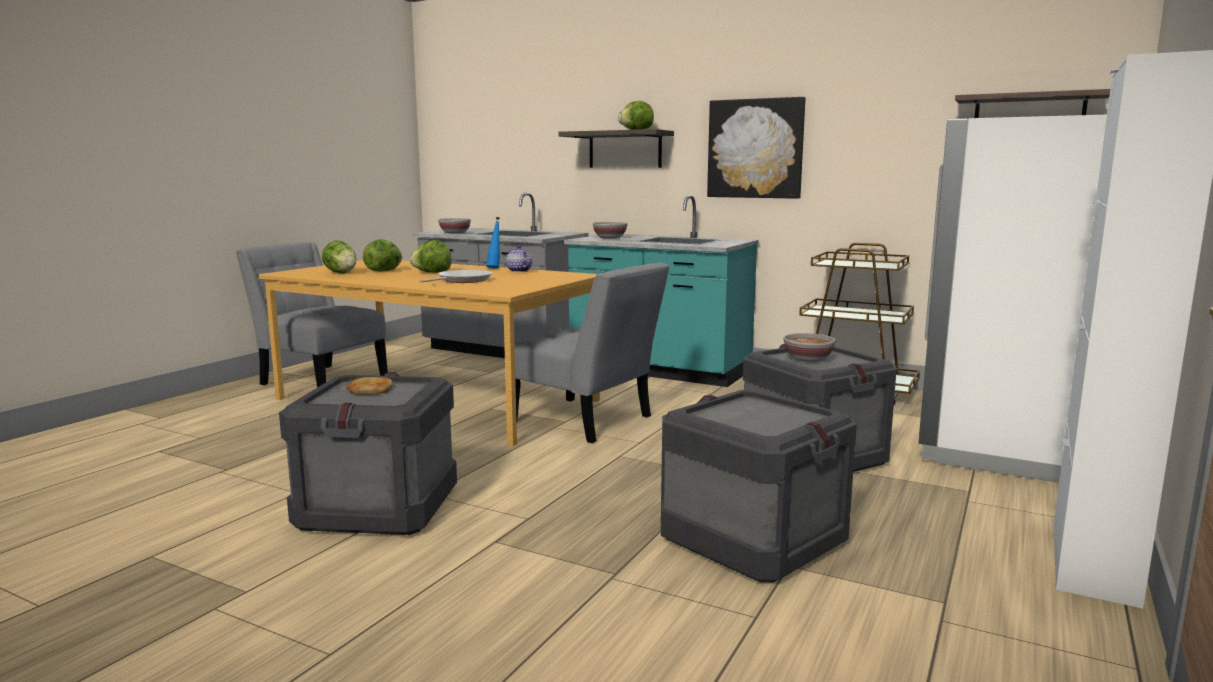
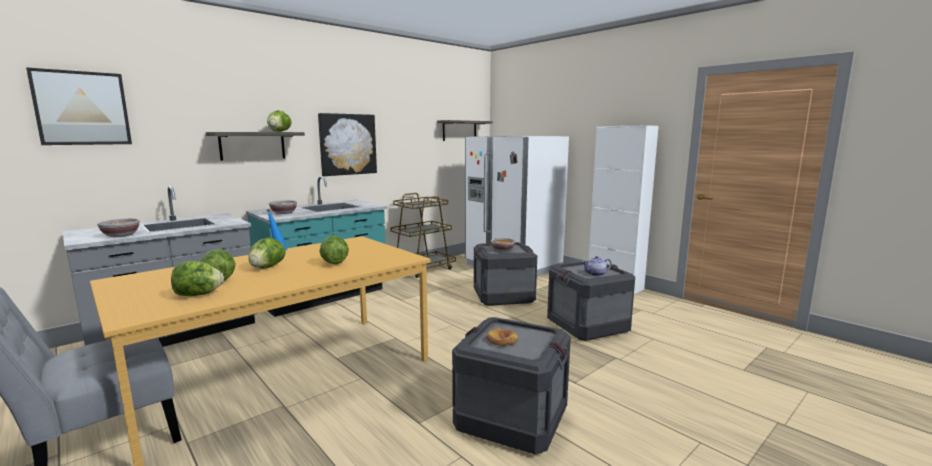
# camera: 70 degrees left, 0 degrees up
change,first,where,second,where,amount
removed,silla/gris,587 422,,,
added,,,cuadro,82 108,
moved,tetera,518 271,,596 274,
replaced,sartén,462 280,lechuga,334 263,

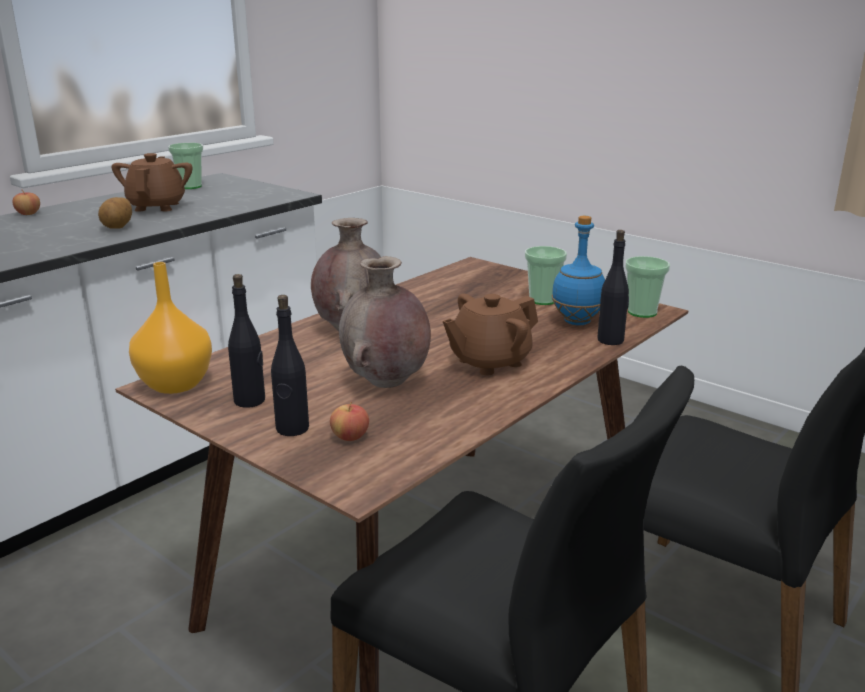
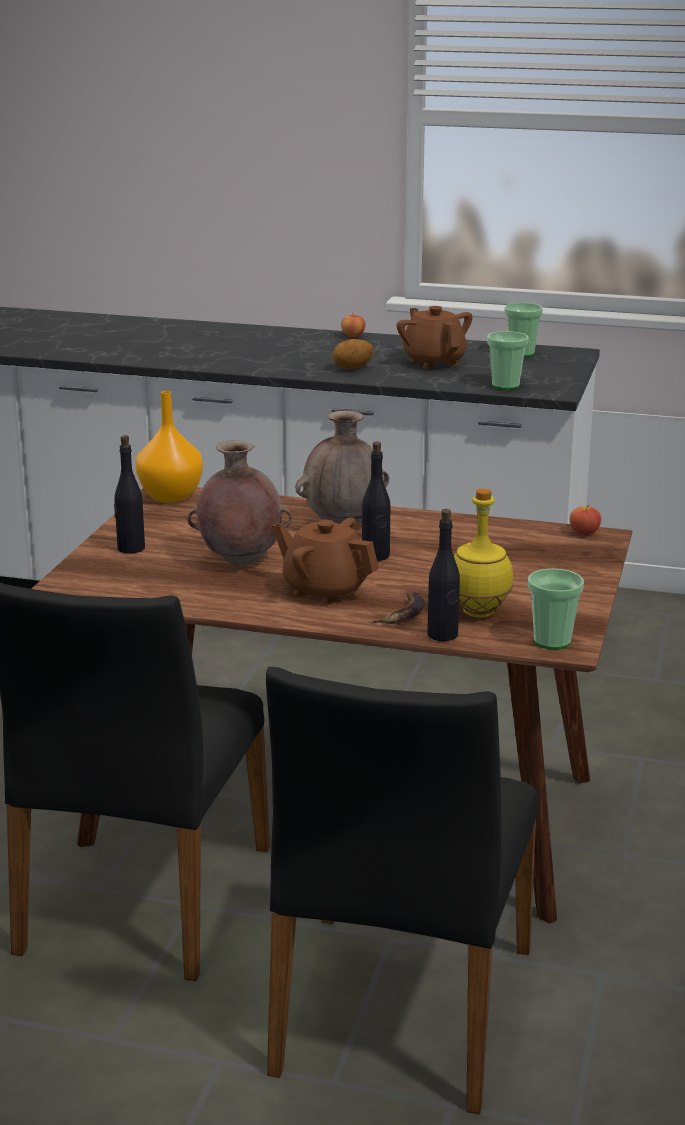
# camera: 65 degrees right, 0 degrees up
change,first,where,second,where,amount
added,,,plátano,402 614,
moved,botella/negro,250 401,,376 556,
moved,manzana,350 437,,584 532,
moved,taza,543 300,,505 385,
recoloured,botella/azul,577 321,botella/amarillo,480 612,
turned,tetera/marrón,157 206,,434 362,90 degrees counterclockwise

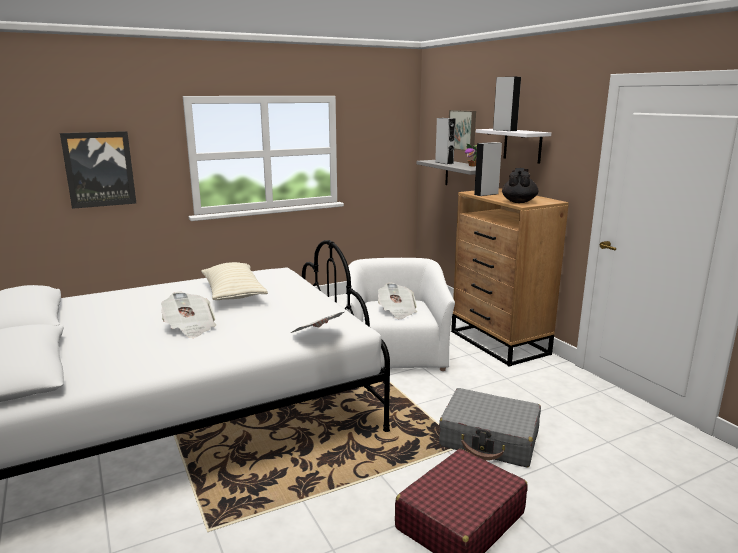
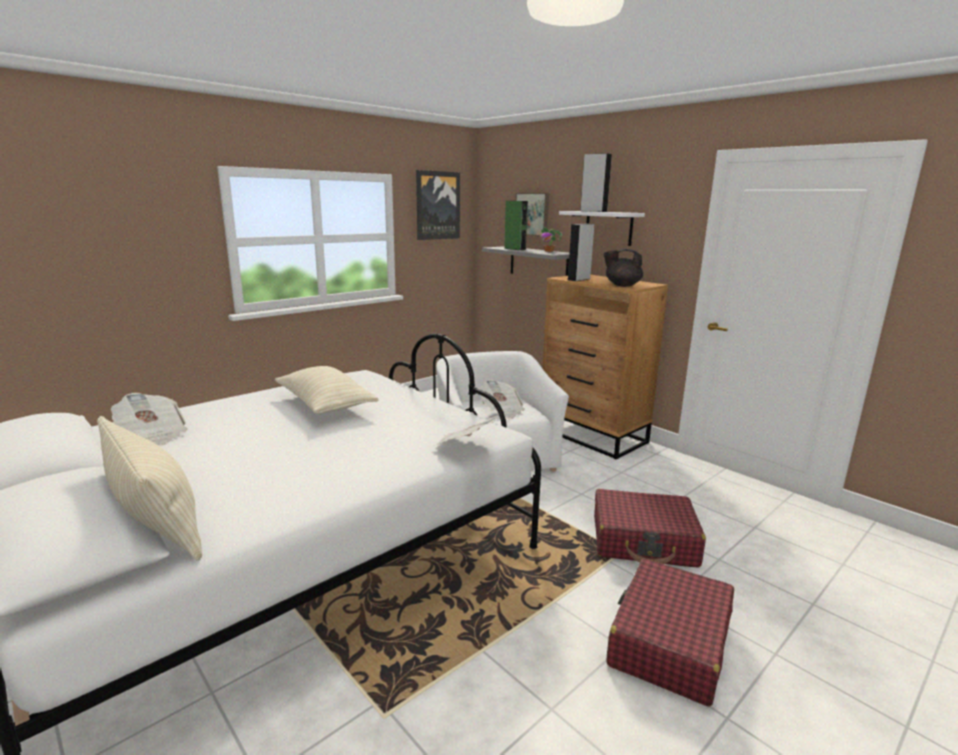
# camera: 15 degrees left, 0 degrees up
change,first,where,second,where,amount
added,,,cojín/beis,156 524,
moved,cuadro,99 169,,437 205,
moved,periódico,190 328,,152 435,
recoloured,altavoz/gris,444 163,altavoz/verde,515 249,
recoloured,maleta/gris,489 439,maleta/rojo,644 541,
turned,tetera/negro,519 202,,622 285,75 degrees counterclockwise

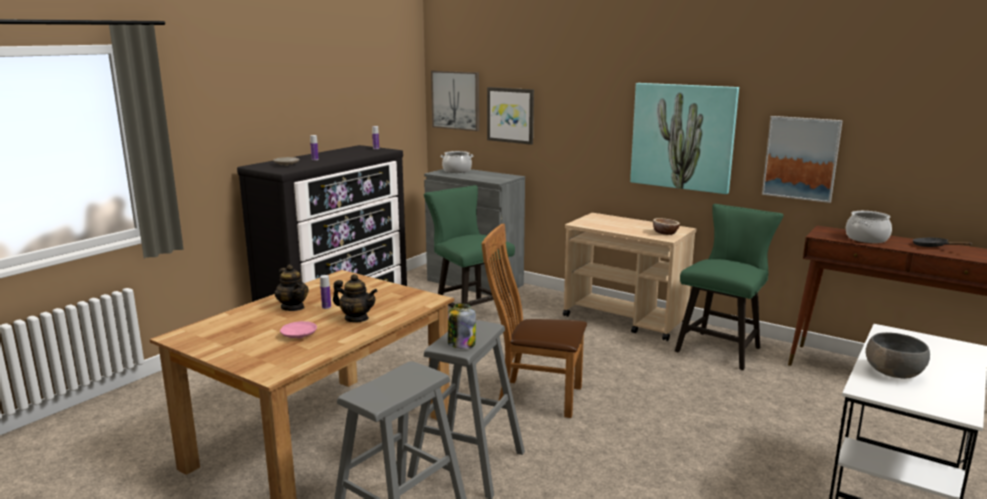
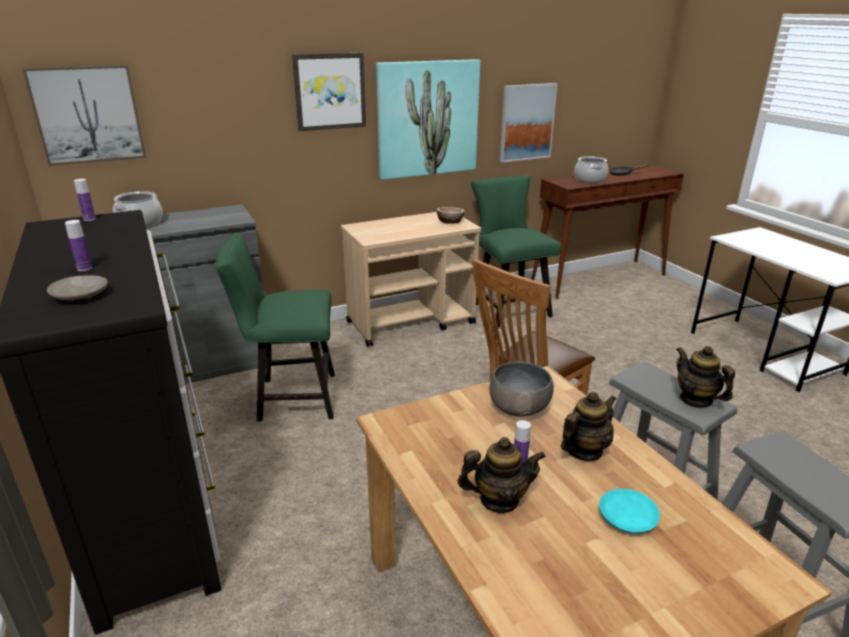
# camera: 60 degrees left, 10 degrees up
change,first,where,second,where,amount
moved,cuadro,510 115,,330 91,
moved,cuenco/gris,893 373,,518 408,
replaced,tarro,461 344,tetera,695 400,
recoloured,plato/rosa,298 335,plato/turquesa,626 518,

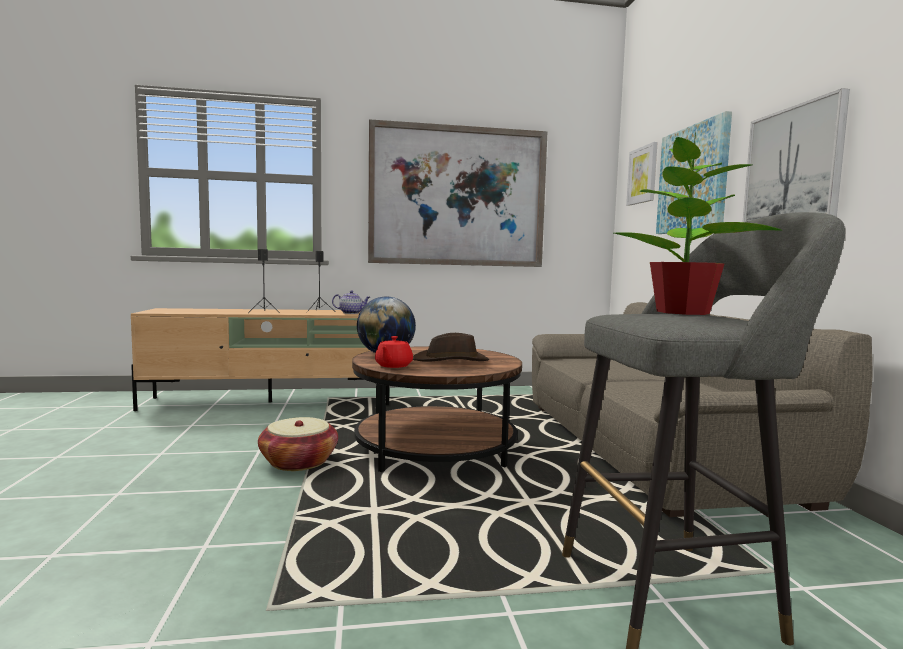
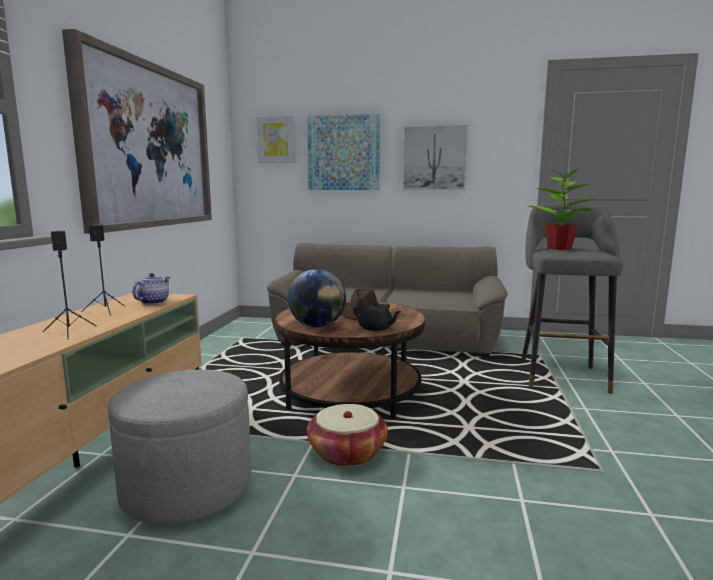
# camera: 70 degrees left, 5 degrees up
change,first,where,second,where,amount
added,,,puf/gris,187 487,
recoloured,tetera/rojo,393 366,tetera/negro,376 328,

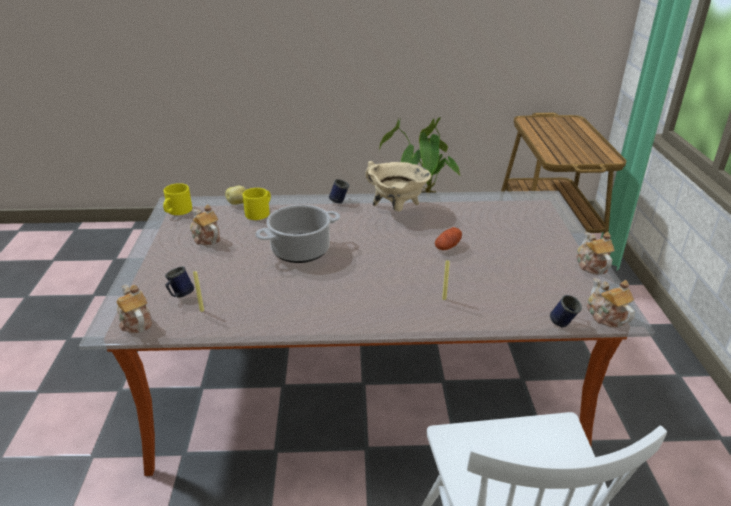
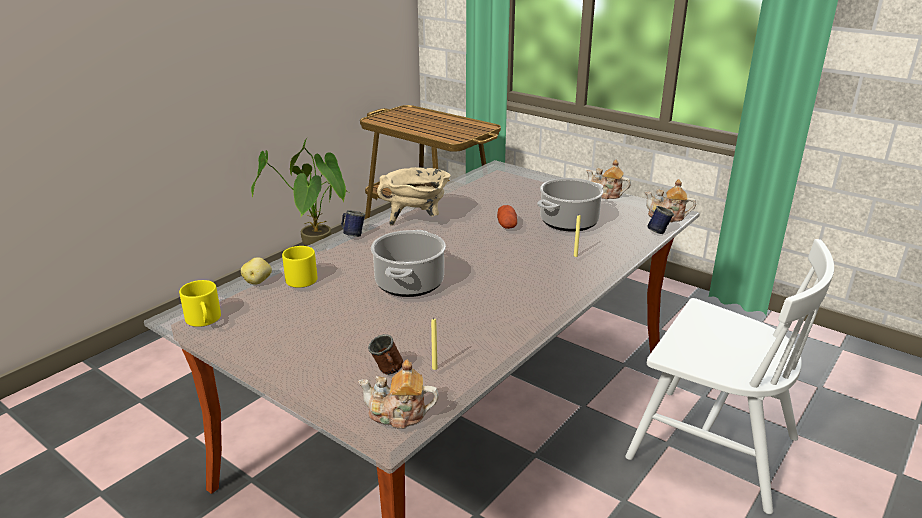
# camera: 50 degrees left, 5 degrees down
change,first,where,second,where,amount
removed,tetera,206 238,,,
added,,,olla,569 222,
recoloured,taza grande/azul,180 295,taza grande/marrón,388 372,

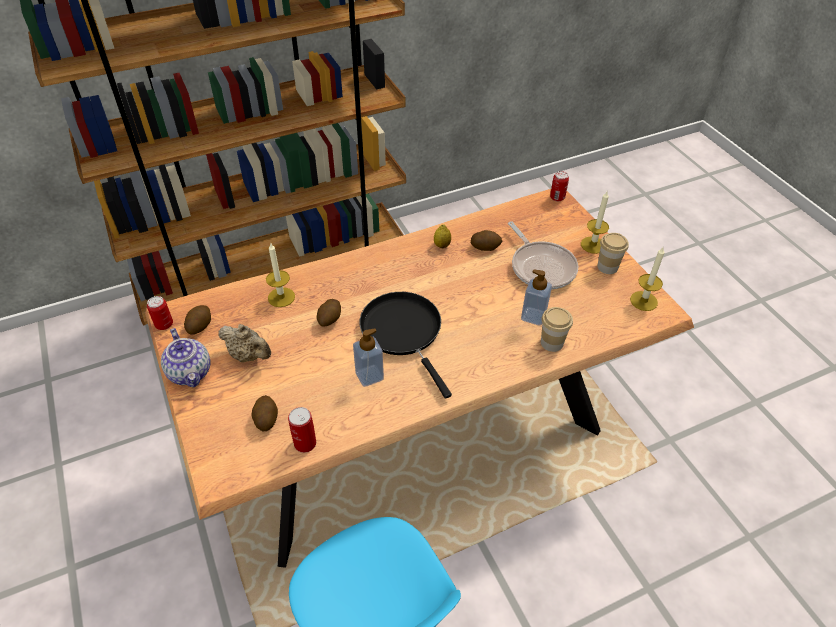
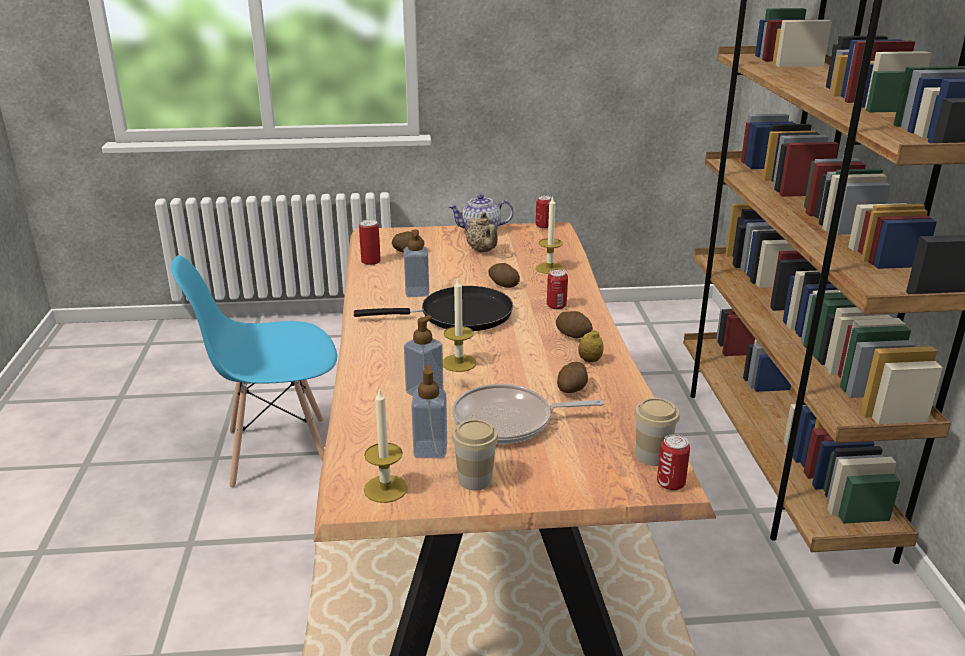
# camera: 110 degrees right, 20 degrees down
change,first,where,second,where,amount
added,,,dispensador de jabón,430 450,
added,,,lata,556 306,
moved,patata,199 325,,573 335,
moved,taza,552 343,,652 456,
moved,vela,593 245,,459 363,
turned,tetera/beis,249 355,,483 251,75 degrees counterclockwise

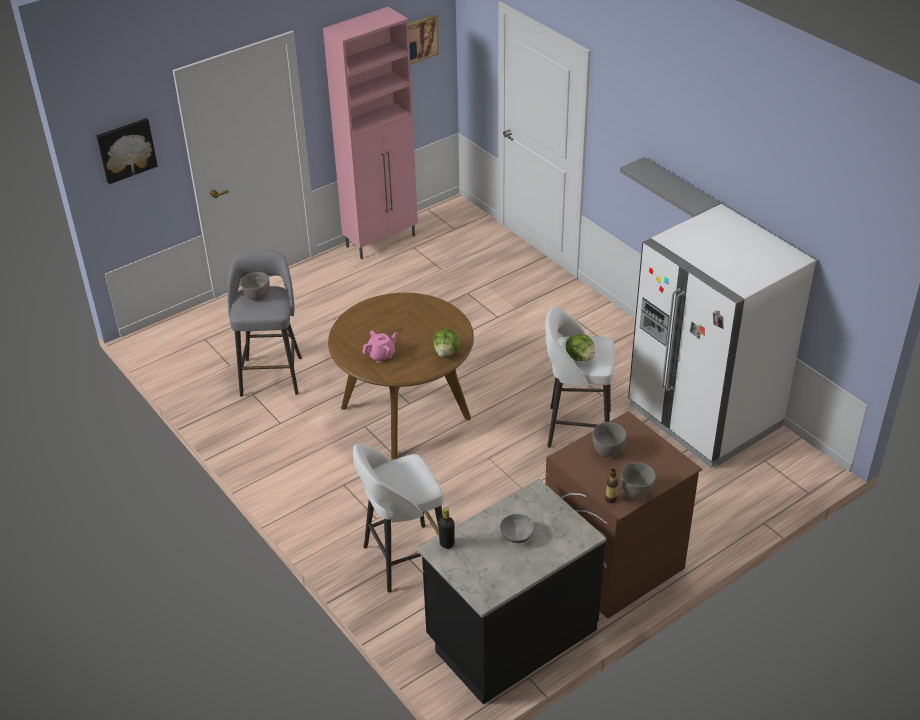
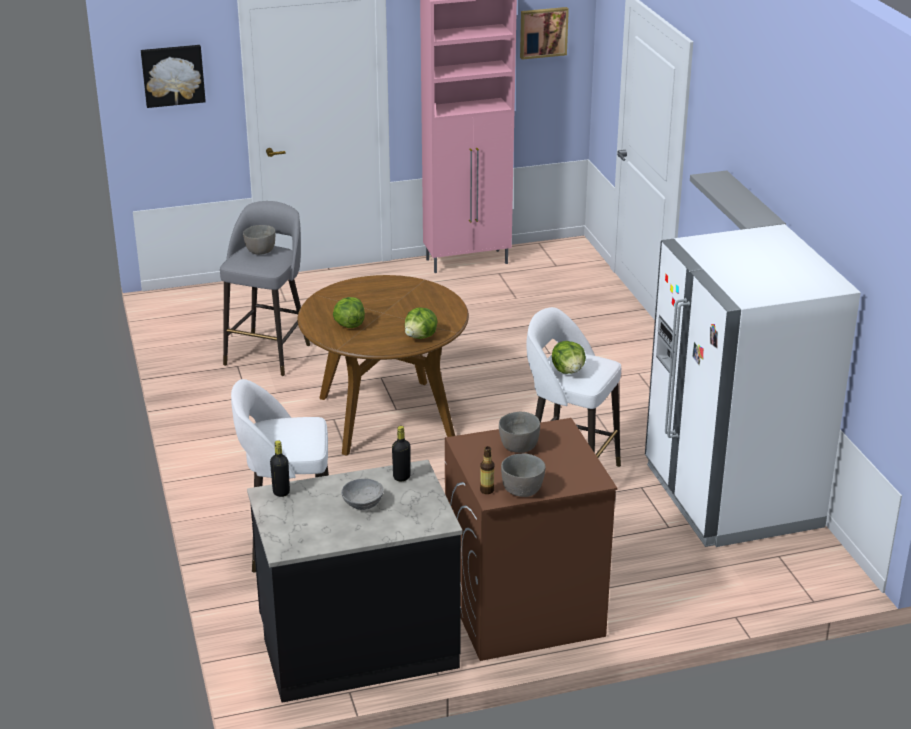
# camera: 20 degrees right, 10 degrees down
change,first,where,second,where,amount
added,,,botella/negro,401 477,
replaced,tetera/rosa,381 355,lechuga,349 325,

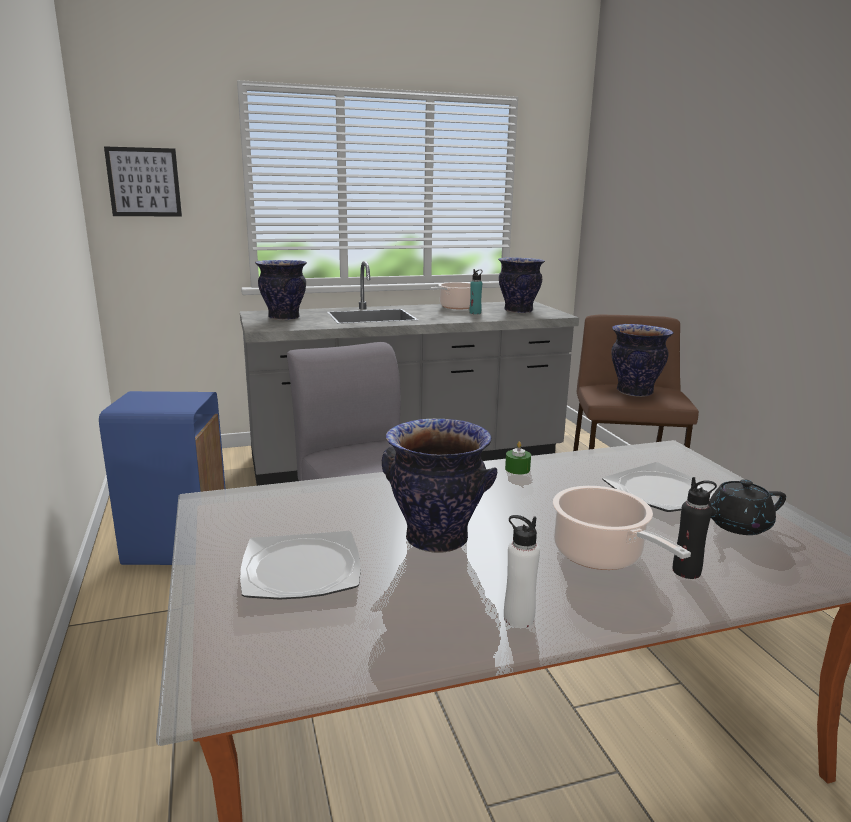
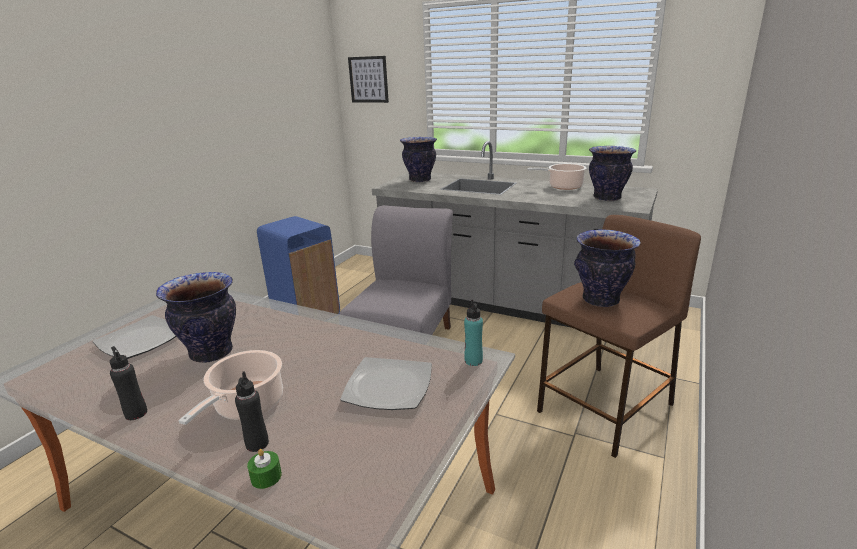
# camera: 45 degrees right, 5 degrees up
change,first,where,second,where,amount
removed,tetera/negro,736 525,,,
moved,botella/turquesa,475 313,,473 361,
moved,vela/verde,517 469,,266 477,
recoloured,botella/blanco,518 618,botella/negro,136 413,

